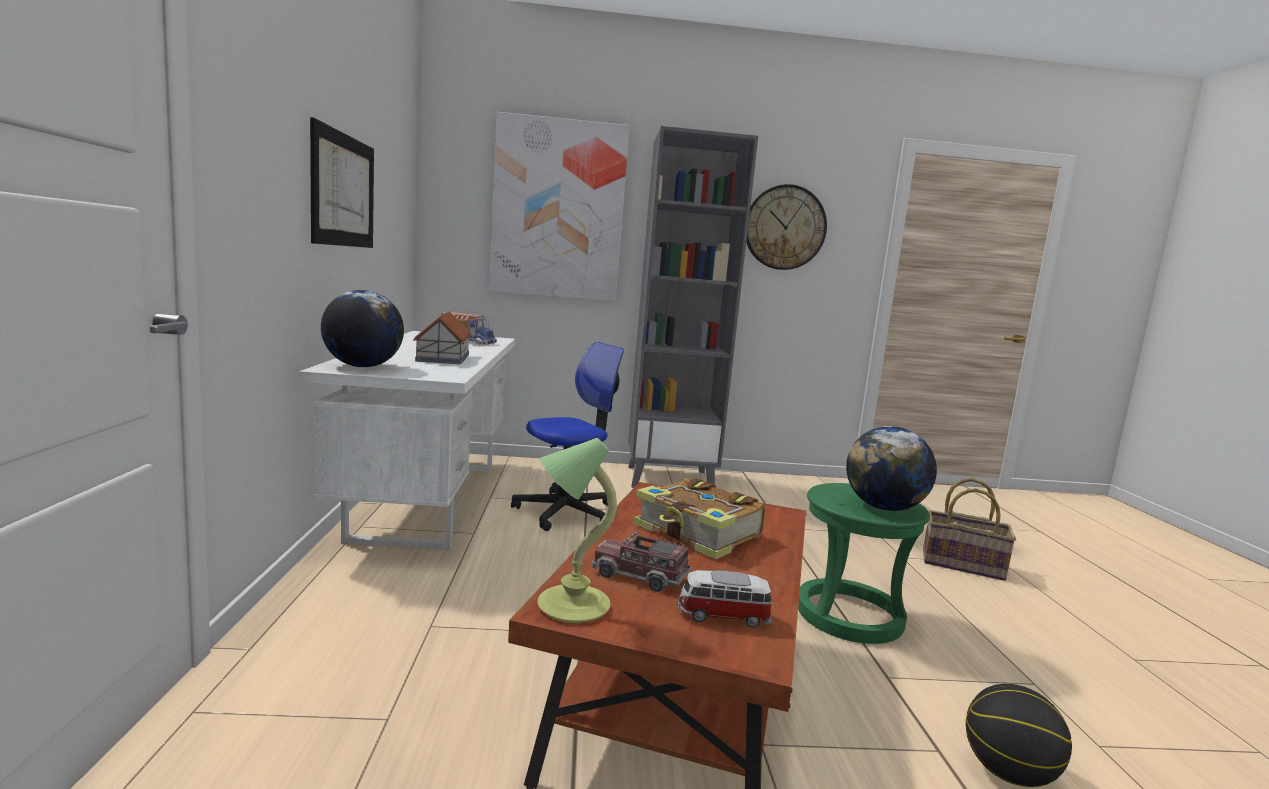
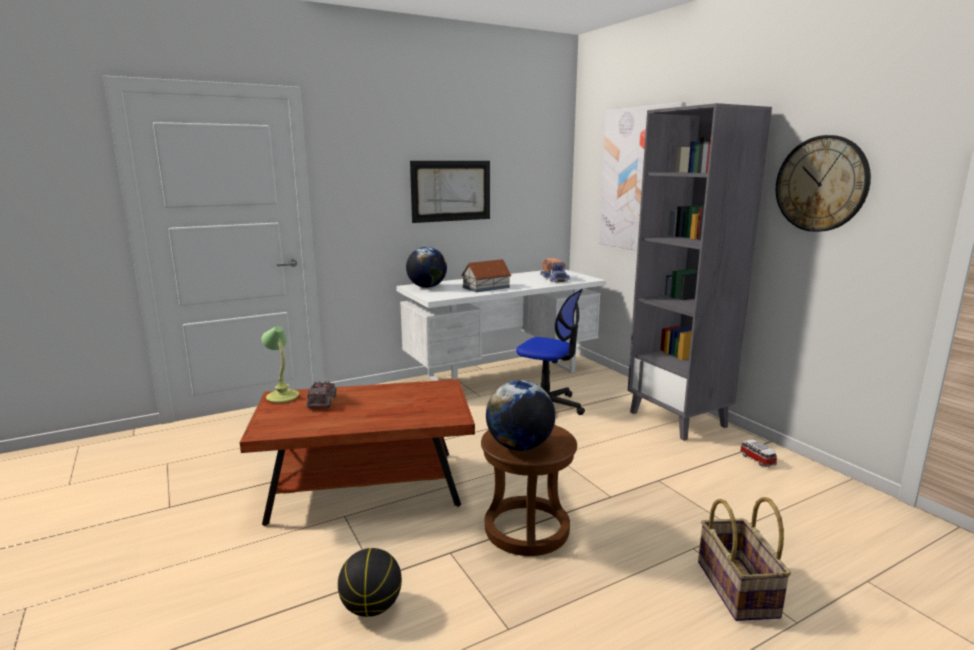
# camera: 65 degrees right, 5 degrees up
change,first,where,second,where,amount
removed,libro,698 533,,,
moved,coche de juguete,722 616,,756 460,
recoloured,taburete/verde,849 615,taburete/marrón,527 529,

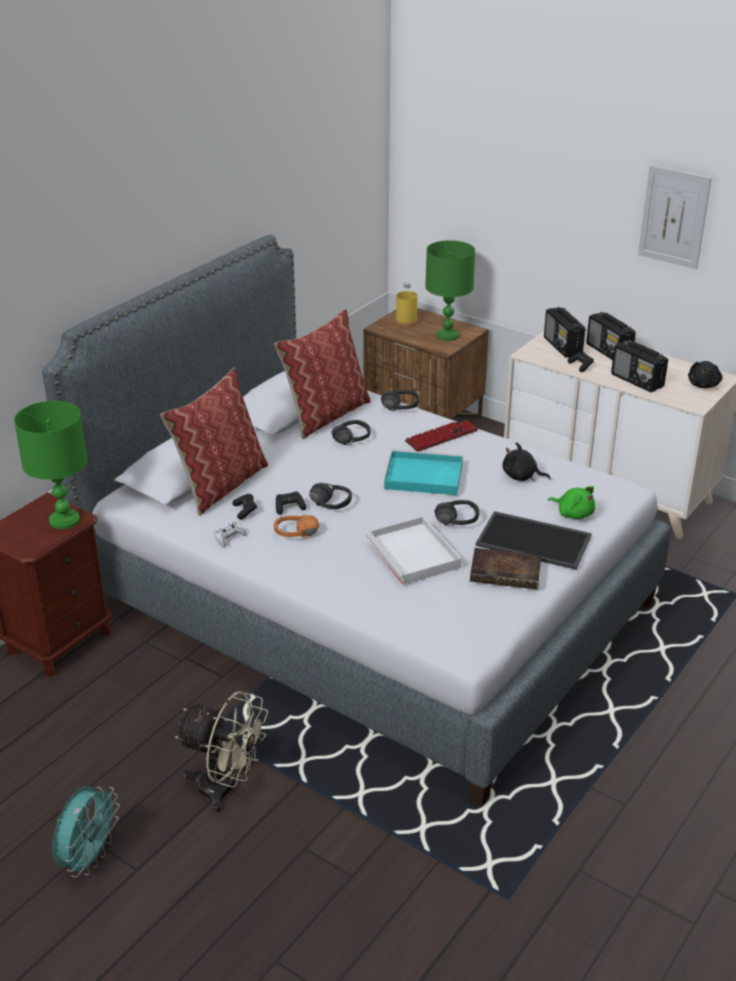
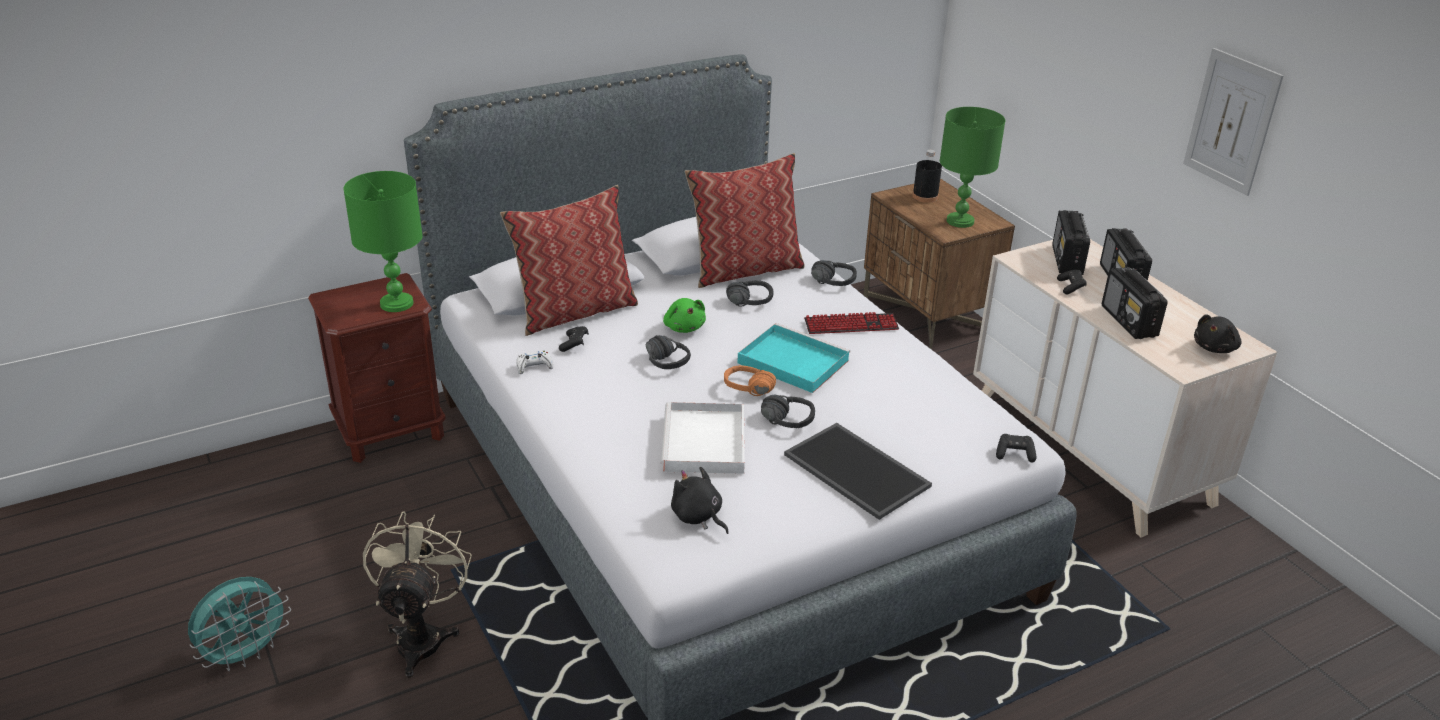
# camera: 25 degrees right, 0 degrees up
change,first,where,second,where,amount
removed,libro,507 572,,,
moved,auriculares/naranja,297 537,,746 393,
moved,mando de consola/negro,289 508,,1014 454,
moved,peluche/negro,521 476,,698 517,
moved,peluche/verde,573 513,,684 327,
recoloured,botella/amarillo,406 322,botella/negro,925 196,
turned,ventilador/beis,226 789,,422 636,135 degrees counterclockwise

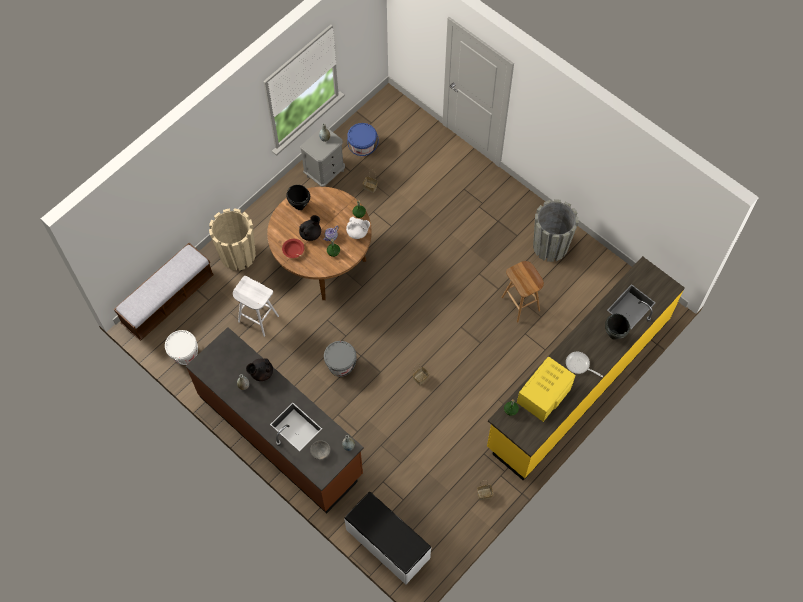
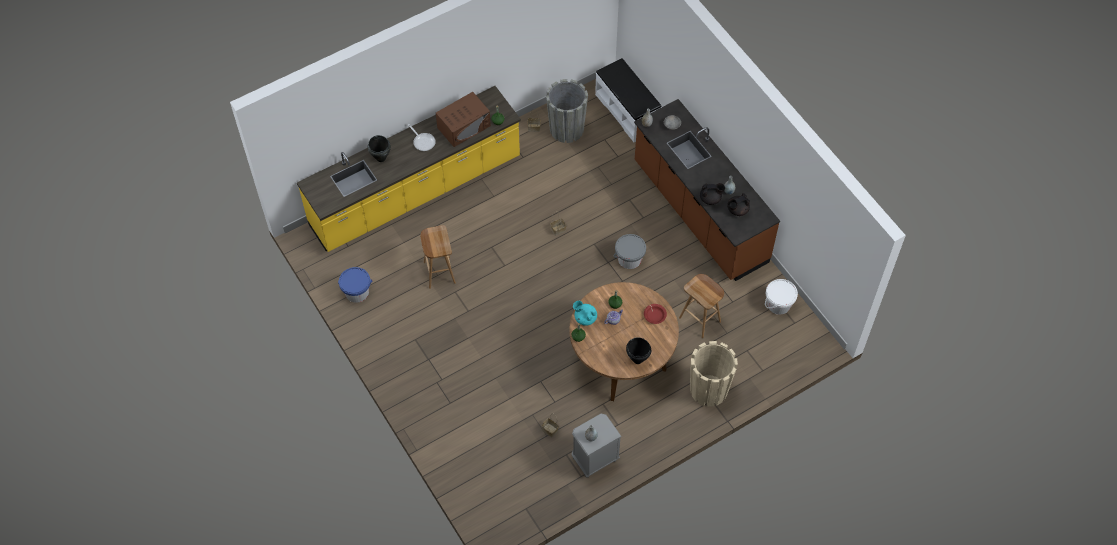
# camera: 165 degrees left, 5 degrees down
change,first,where,second,where,amount
removed,banco,168 300,,,
moved,tetera/negro,311 233,,737 210,
moved,cubo/azul,362 147,,357 292,
moved,maceta/gris,550 246,,566 129,
recoloured,taburete/blanco,257 319,taburete/marrón,700 320,
recoloured,tetera/blanco,358 232,tetera/turquesa,585 318,
recoloured,microondas/amarillo,544 394,microondas/marrón,464 126,

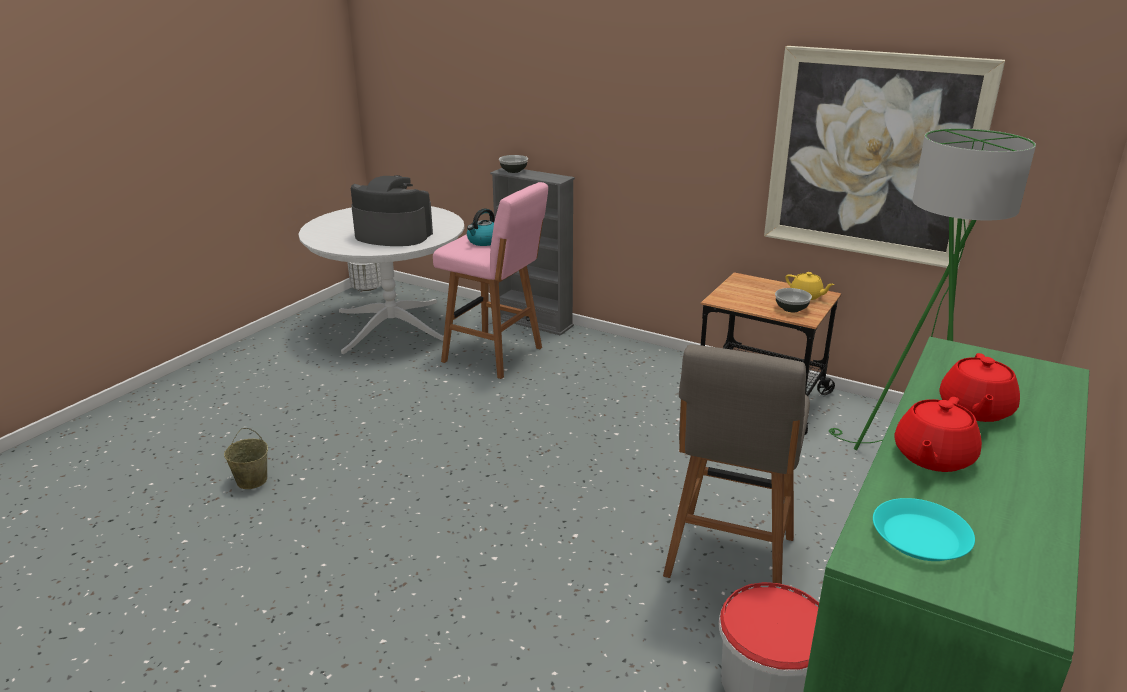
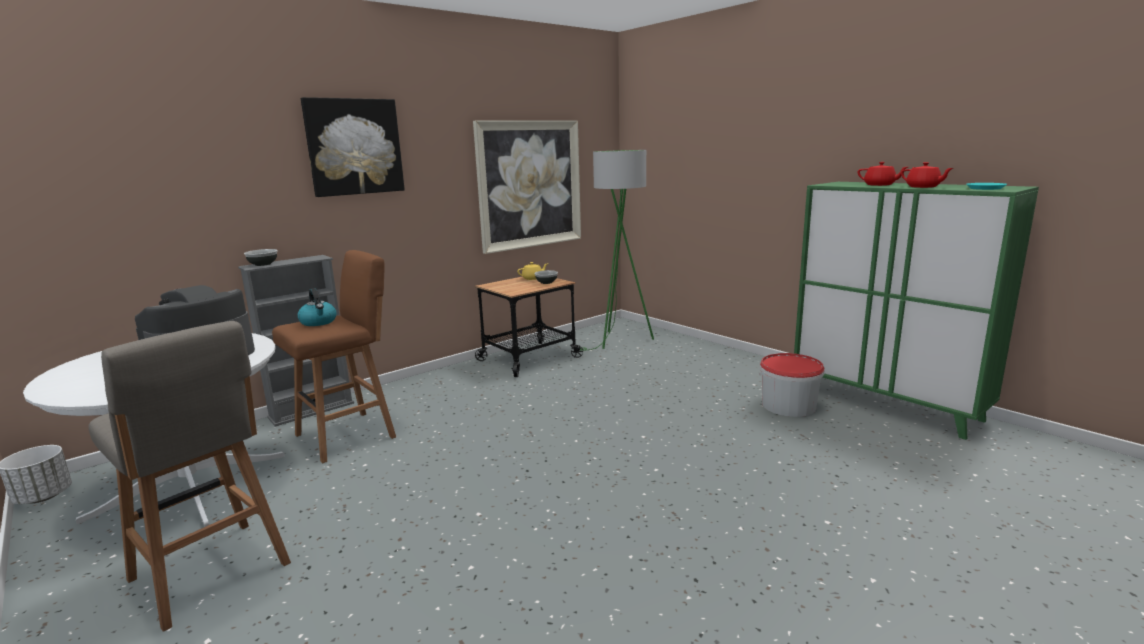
# camera: 70 degrees left, 10 degrees down
change,first,where,second,where,amount
removed,cubo/beis,251 480,,,
added,,,cuadro,354 147,
moved,taburete/gris,729 560,,212 574,
recoloured,taburete/rosa,495 355,taburete/marrón,349 435,

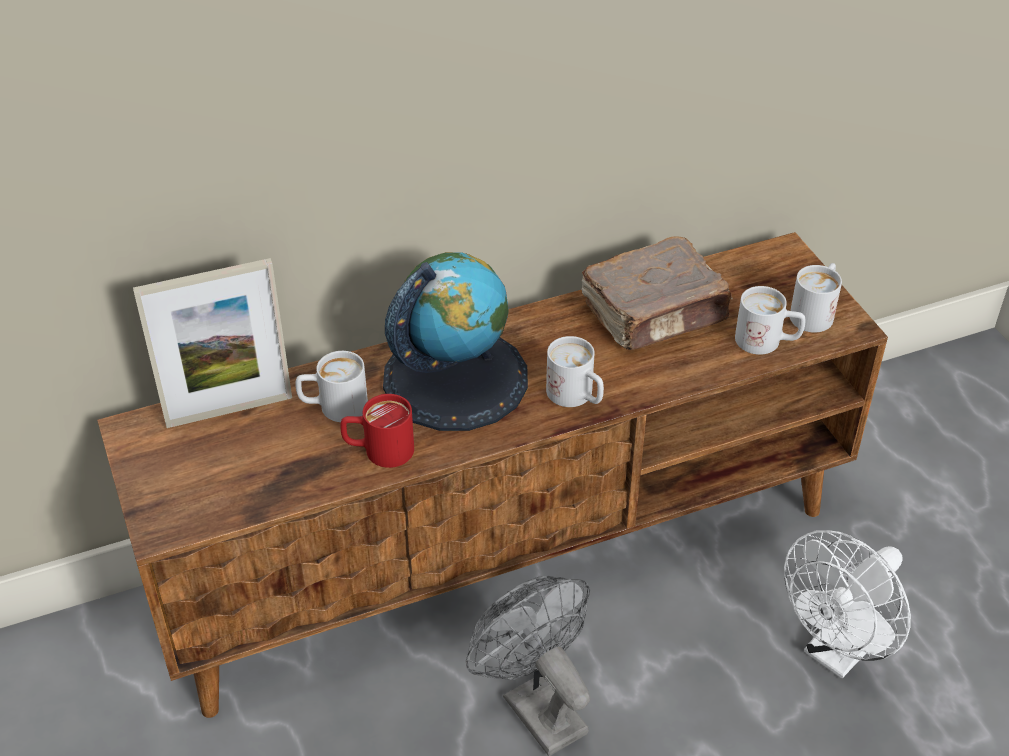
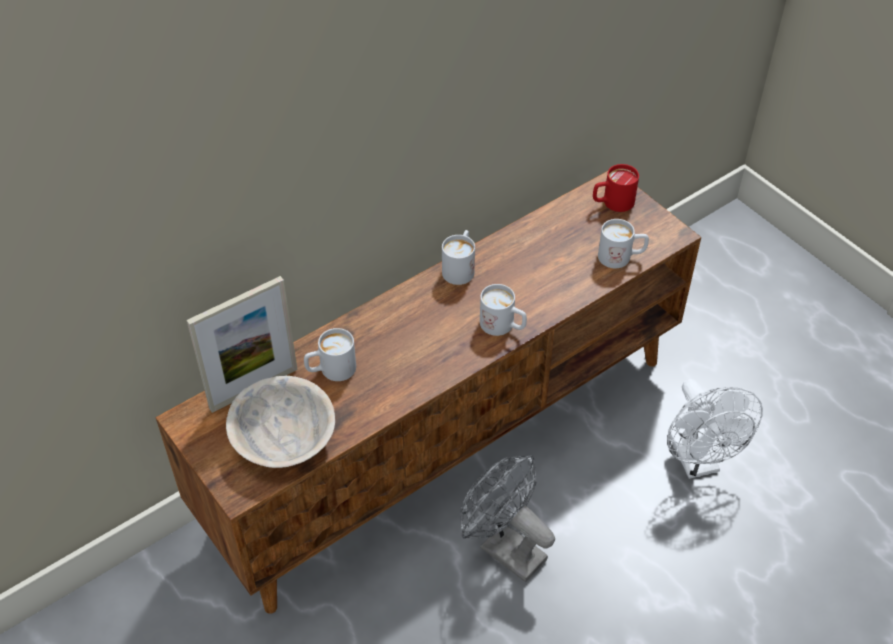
# camera: 15 degrees left, 5 degrees up
change,first,where,second,where,amount
removed,globo terráqueo,455 378,,,
removed,libro/marrón,656 313,,,
added,,,cuenco/beis,284 437,
moved,taza grande/rojo,378 450,,612 203,
moved,taza grande/blanco,815 312,,460 267,
turned,ventilador/blanco,838 652,,698 461,45 degrees counterclockwise

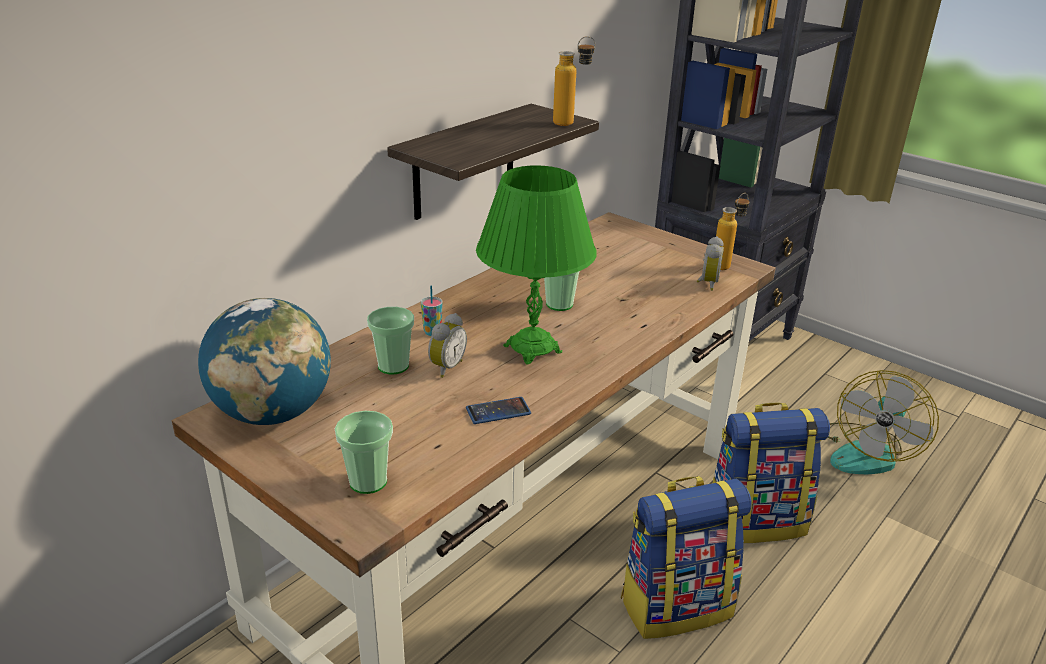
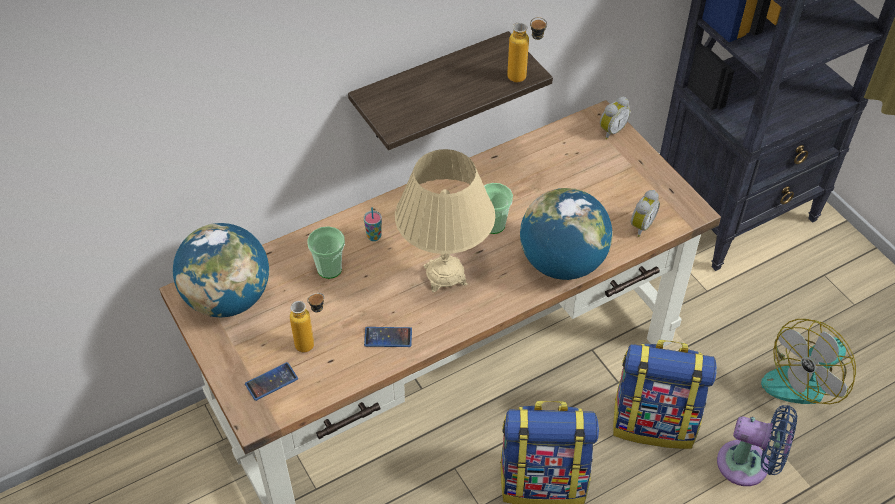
# camera: 20 degrees right, 20 degrees up
change,first,where,second,where,amount
added,,,globo terráqueo,562 263,
added,,,ventilador/azul,749 465,
moved,despertador,445 367,,611 130,
moved,botella,726 265,,312 343,
replaced,taza,368 481,móvil,271 382,
recoloured,lámpara de mesa/verde,532 349,lámpara de mesa/beis,445 275,

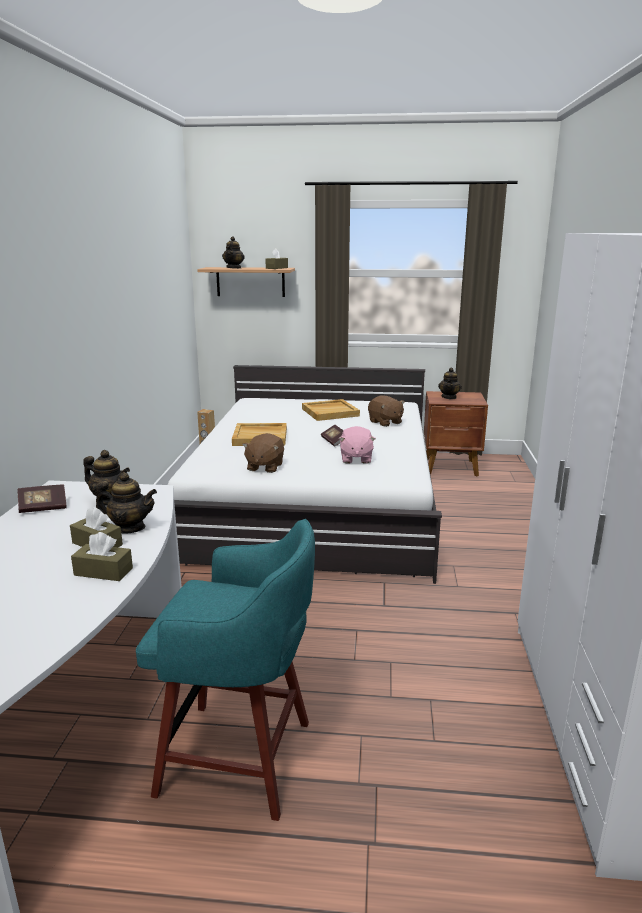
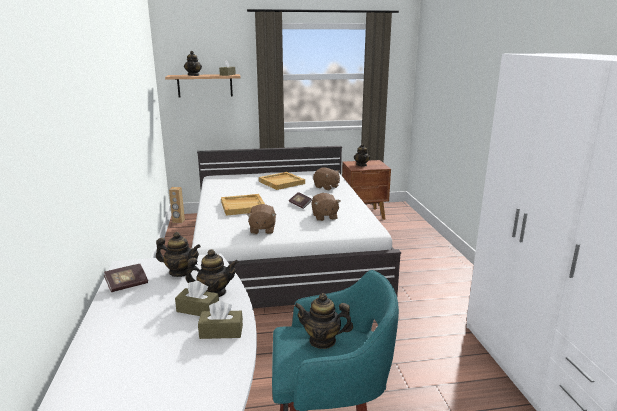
# camera: 15 degrees left, 0 degrees up
change,first,where,second,where,amount
added,,,tetera,322 340,
recoloured,peluche/rosa,355 459,peluche/marrón,324 217,

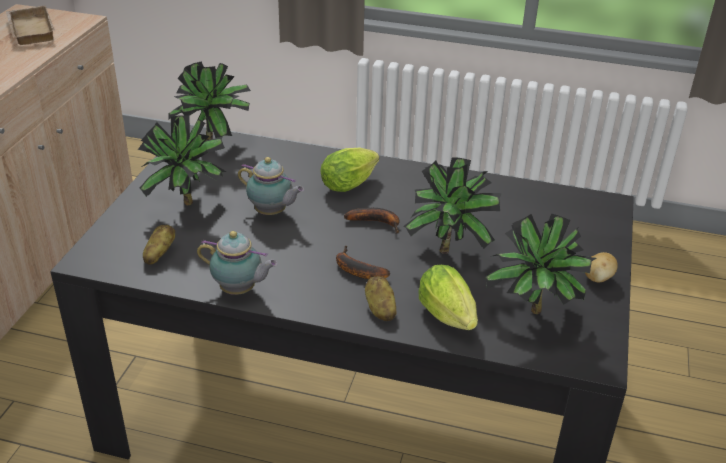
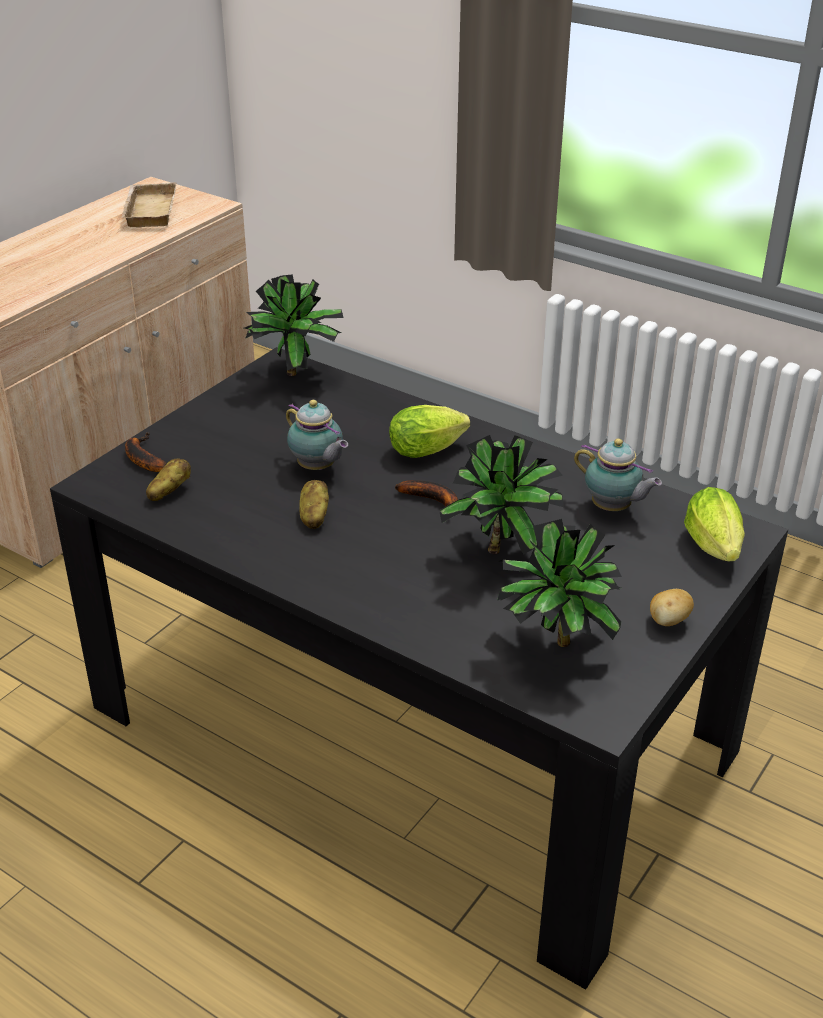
# camera: 20 degrees right, 0 degrees up
change,first,where,second,where,amount
removed,planta en maceta,187 207,,,
moved,tetera,240 290,,613 508,
moved,plátano,356 270,,142 458,
moved,patata,380 309,,313 516,
moved,lechuga,449 319,,715 550,

